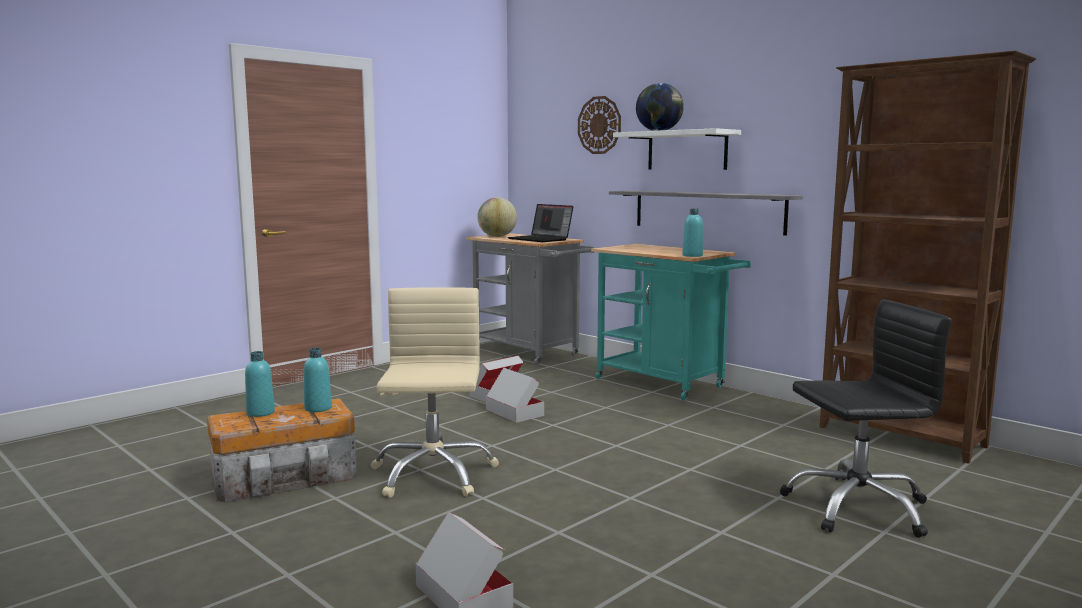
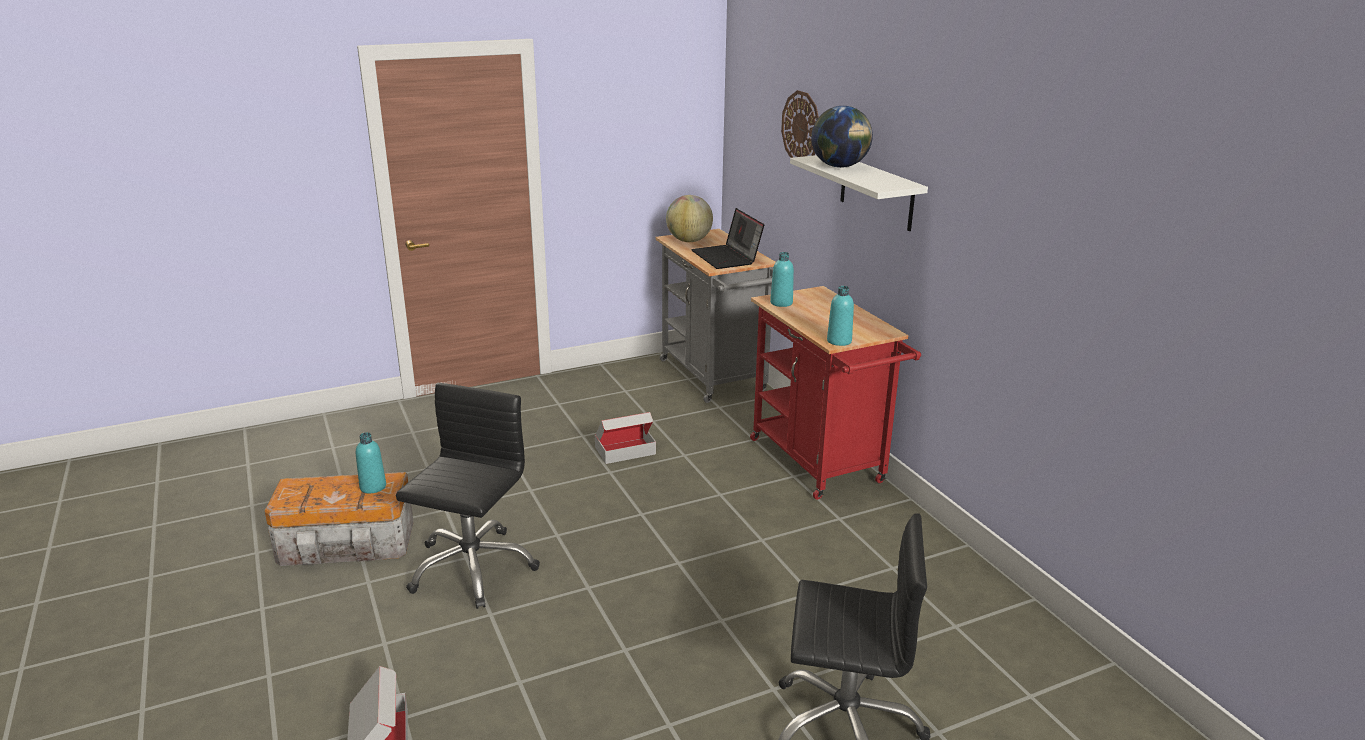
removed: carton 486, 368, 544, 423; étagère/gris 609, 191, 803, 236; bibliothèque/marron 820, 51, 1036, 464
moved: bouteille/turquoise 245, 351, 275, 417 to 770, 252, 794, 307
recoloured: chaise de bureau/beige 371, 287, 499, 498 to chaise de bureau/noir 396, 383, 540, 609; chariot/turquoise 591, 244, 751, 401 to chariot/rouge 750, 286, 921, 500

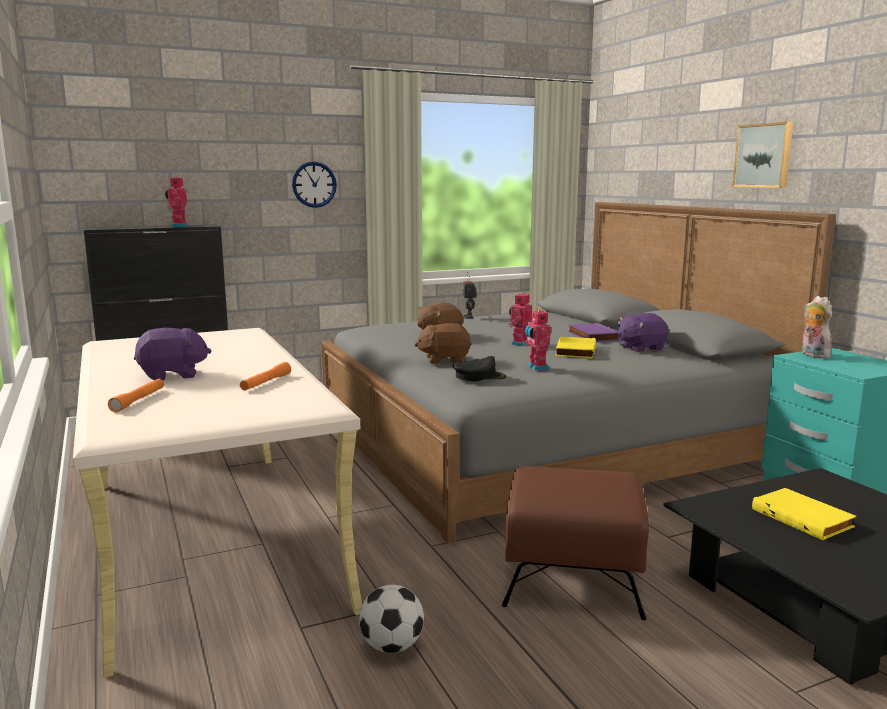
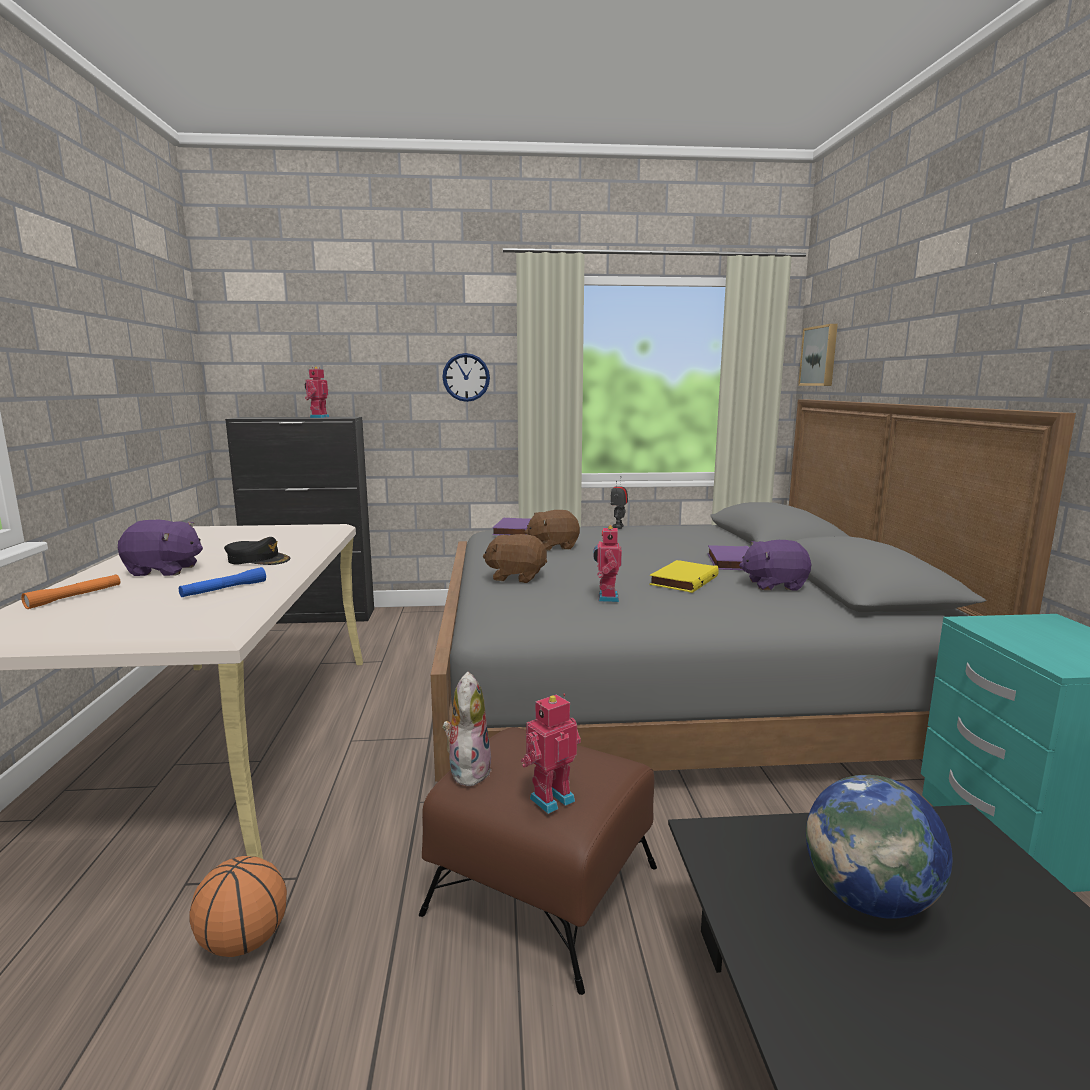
added: livre/violet 492, 518, 531, 535
moved: casquette/noir 453, 356, 506, 381 to 224, 537, 290, 565; robot jouet 509, 292, 532, 346 to 521, 694, 581, 814; tableau 733, 122, 793, 188 to 798, 324, 838, 386; peluche 801, 296, 832, 359 to 443, 672, 491, 787
replaced: ballon de foot 359, 585, 424, 653 to ballon de basket 189, 856, 287, 957; livre/jaune 752, 488, 856, 540 to globe 806, 775, 952, 919
recoloured: lampe de poche/orange 240, 362, 291, 391 to lampe de poche/bleu 179, 567, 266, 597

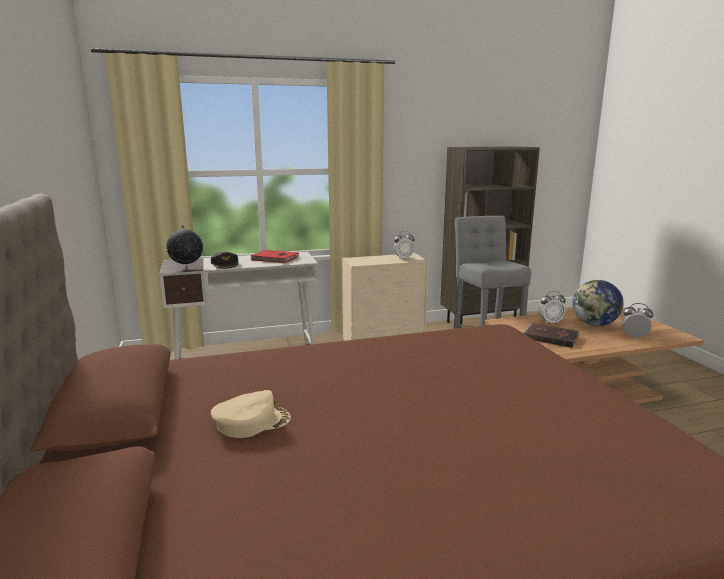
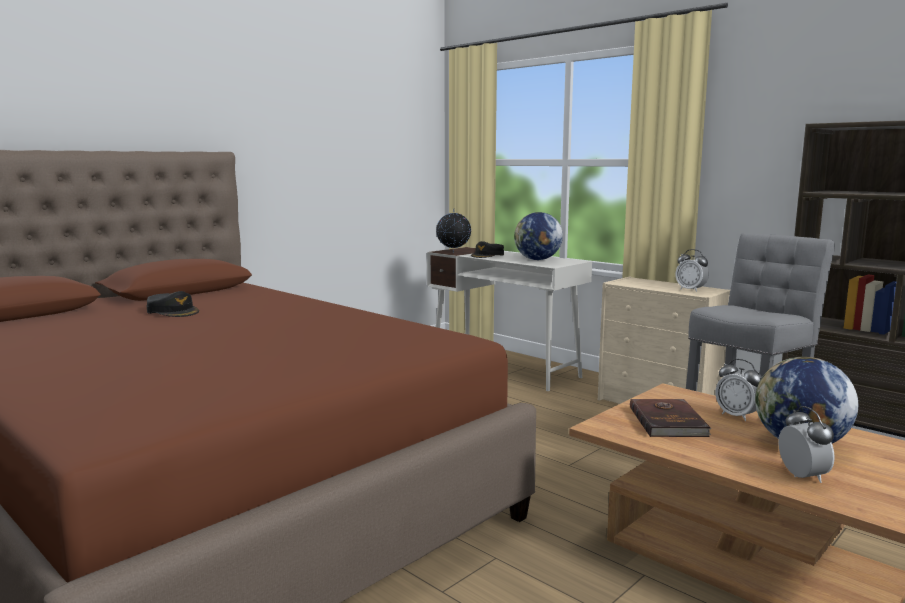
replaced: livre/rouge 250, 250, 299, 263 to globe 514, 212, 563, 260
recoloured: casquette/beige 211, 390, 291, 438 to casquette/noir 146, 291, 199, 317

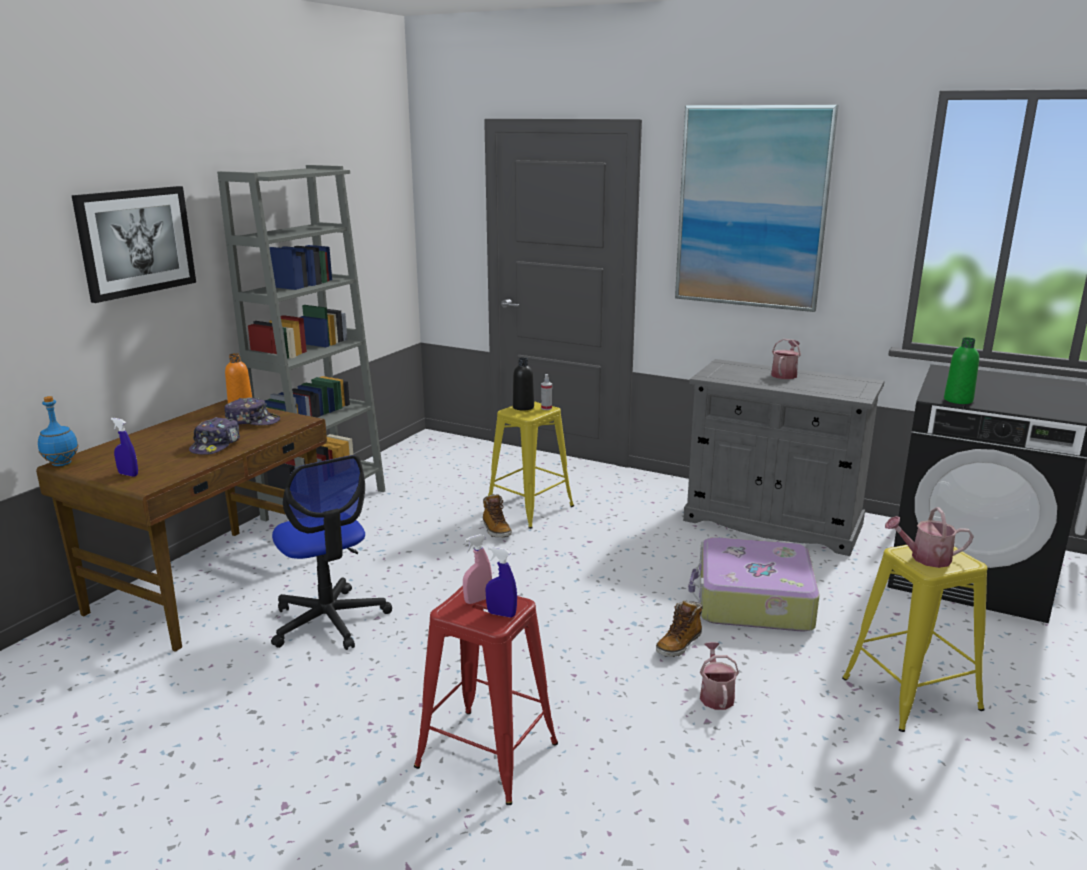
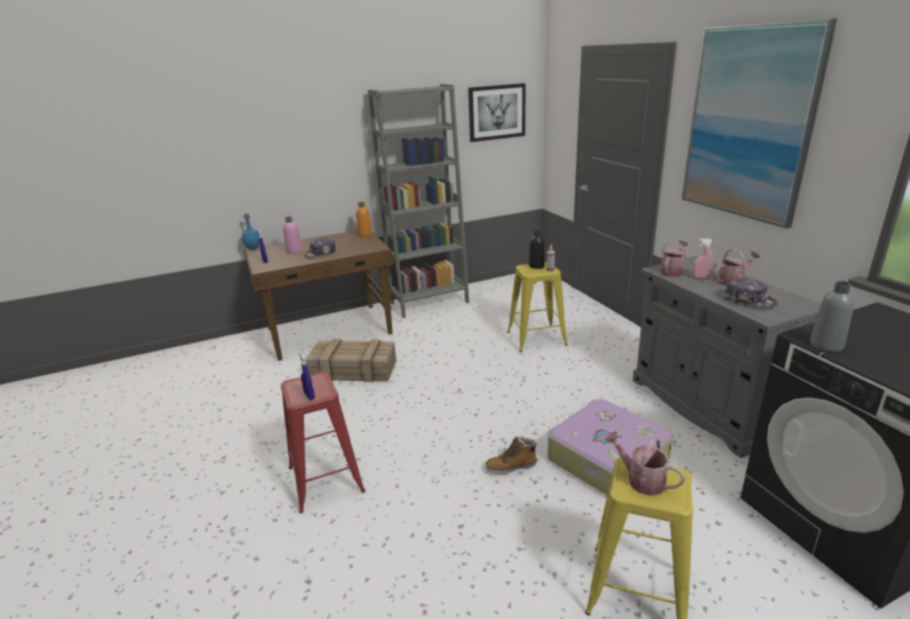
removed: botte 483, 494, 512, 537
added: bouteille/rose 283, 216, 302, 254
moved: tableau 72, 186, 196, 303 to 468, 83, 525, 142; casquette 225, 398, 280, 425 to 724, 278, 777, 309; vaporisateur/rose 463, 534, 492, 604 to 692, 239, 713, 278; arrosoir 700, 642, 739, 710 to 660, 241, 688, 277
replaced: chaise de bureau 271, 455, 392, 650 to caisse 305, 339, 396, 382
recoloured: bouteille/vert 944, 337, 979, 404 to bouteille/gris 810, 281, 854, 352

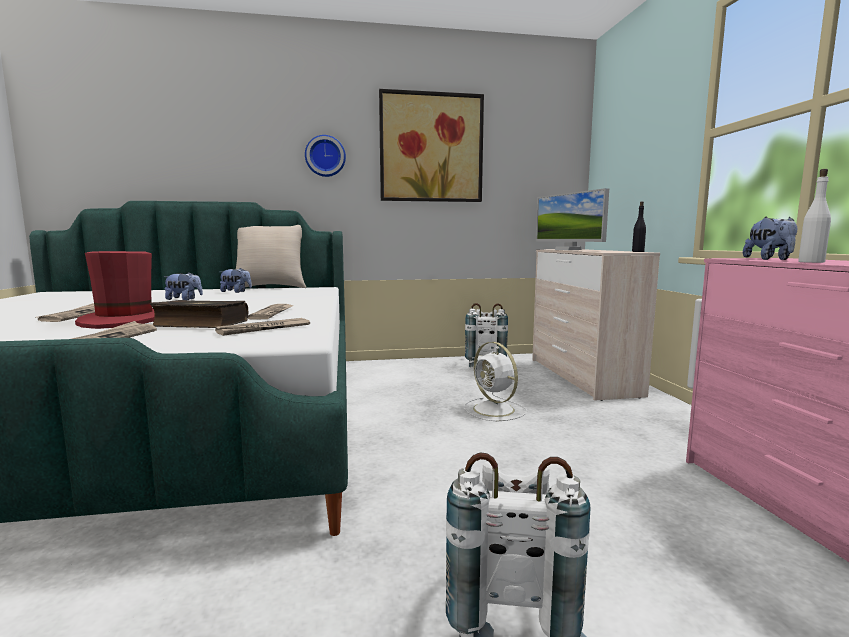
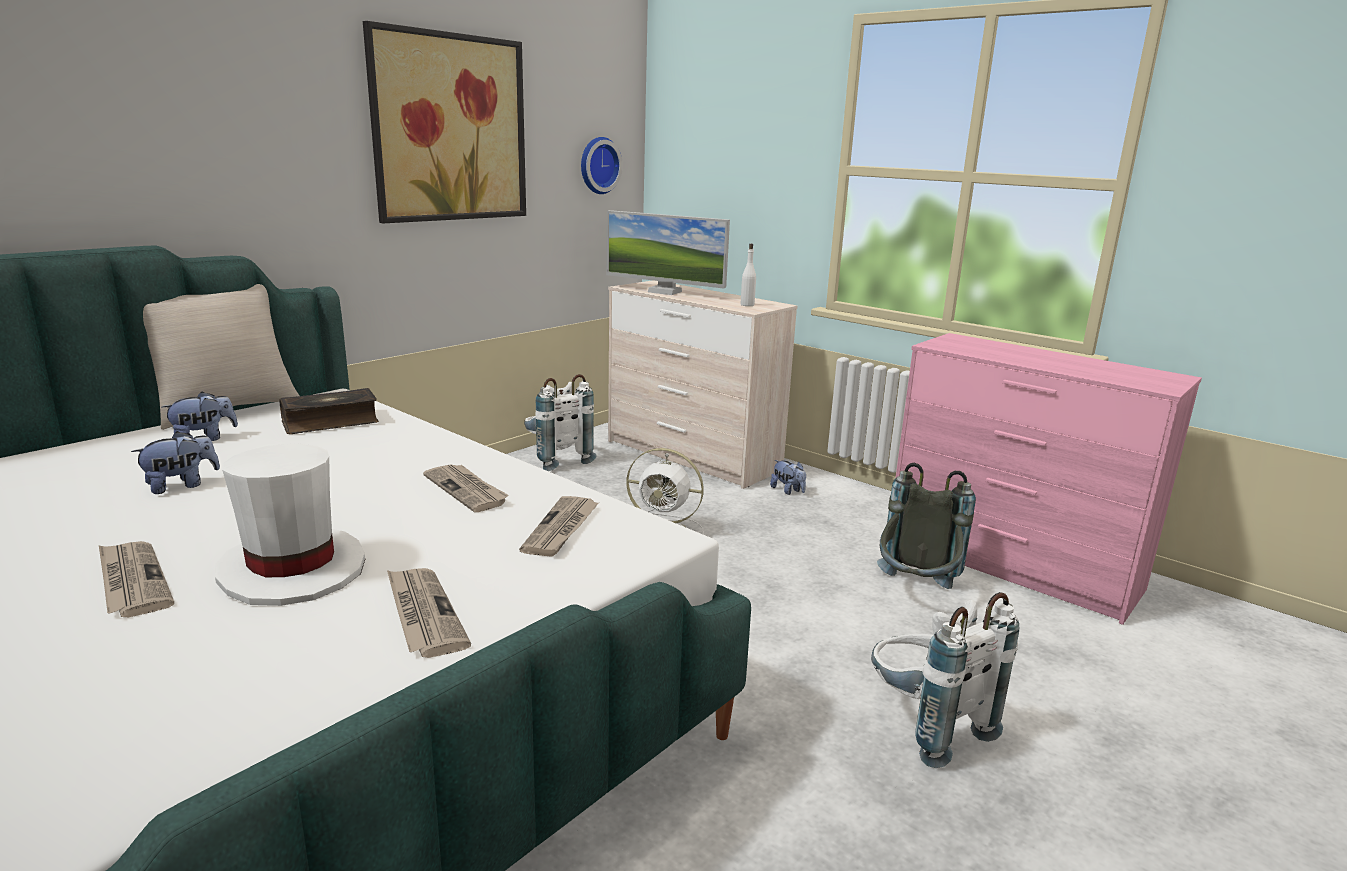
removed: bouteille/noir 632, 201, 646, 252
added: sac à dos/gris 877, 463, 976, 589
moved: livre 150, 300, 248, 328 to 279, 388, 379, 434; horloge murale 305, 135, 346, 177 to 581, 137, 623, 194; peluche 743, 217, 798, 260 to 770, 460, 806, 495; bouteille/blanc 798, 169, 831, 263 to 740, 244, 756, 306
recoloured: chapeau/rouge 75, 251, 155, 329 to chapeau/blanc 215, 443, 365, 606

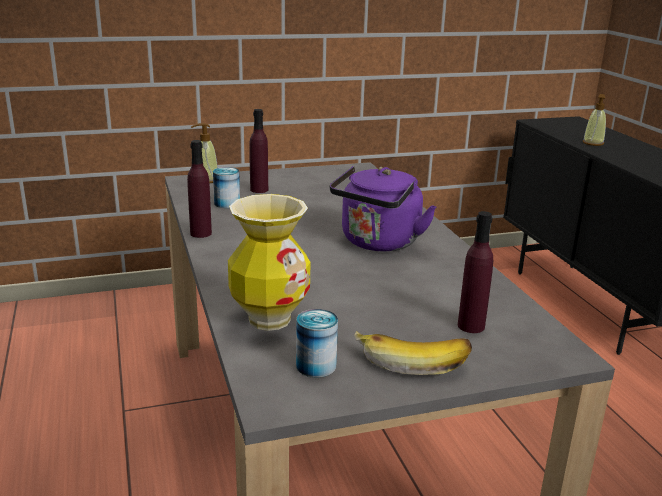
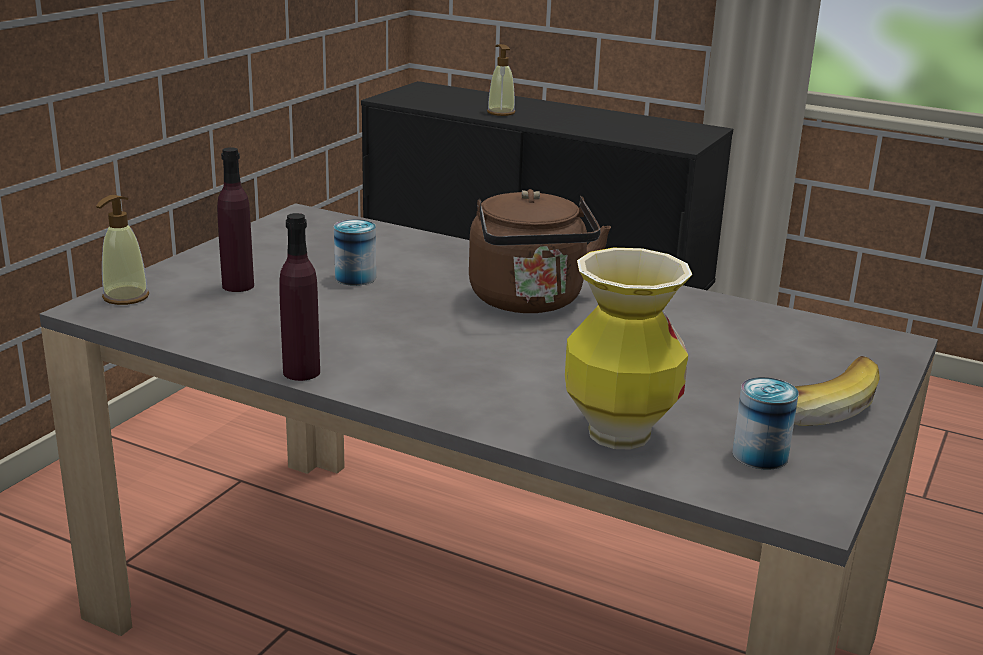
removed: bouteille/violet 458, 211, 493, 333
moved: boîte métallique 213, 167, 240, 208 to 334, 219, 376, 286
recoloured: bouilloire/violet 330, 166, 436, 252 to bouilloire/marron 469, 189, 611, 313

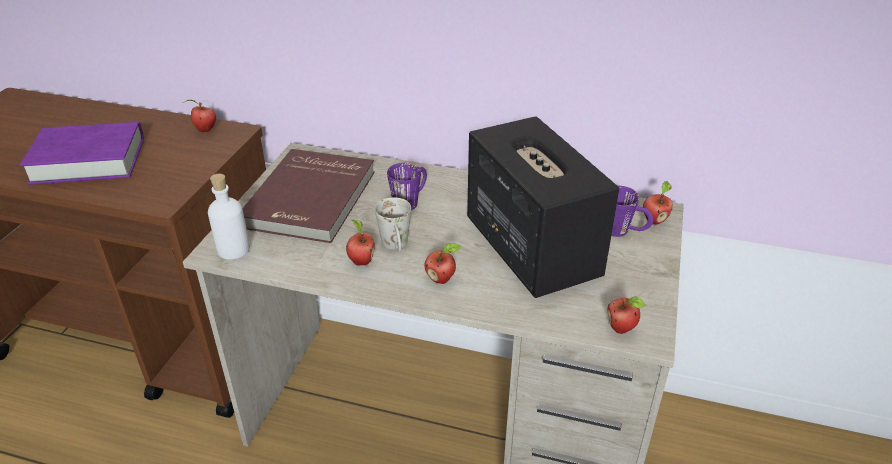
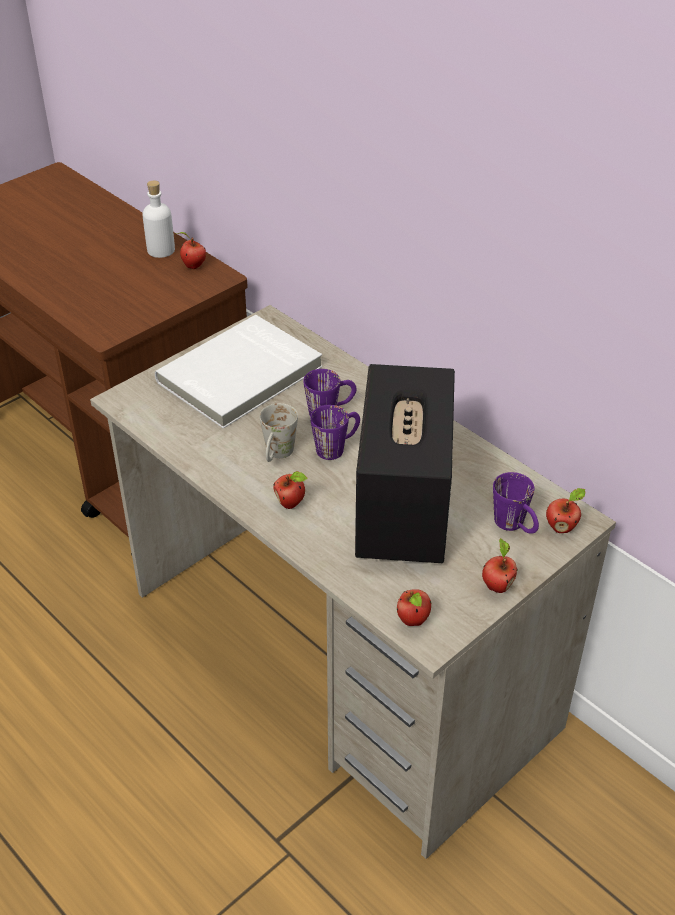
removed: livre/violet 20, 122, 144, 185
added: mug/violet 310, 405, 360, 460
moved: bouteille/blanc 208, 174, 250, 260 to 142, 181, 175, 258; pomme 346, 219, 375, 265 to 482, 538, 517, 593
recoloured: livre/rouge 242, 149, 375, 243 to livre/blanc 155, 315, 322, 429

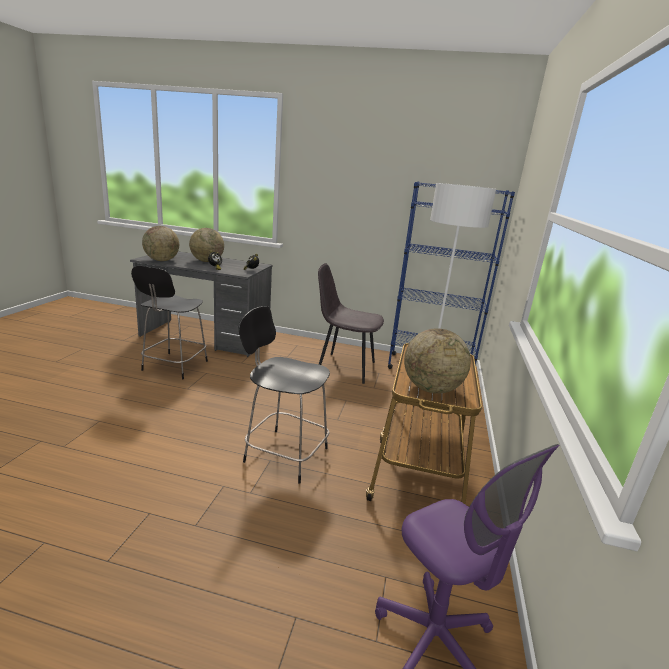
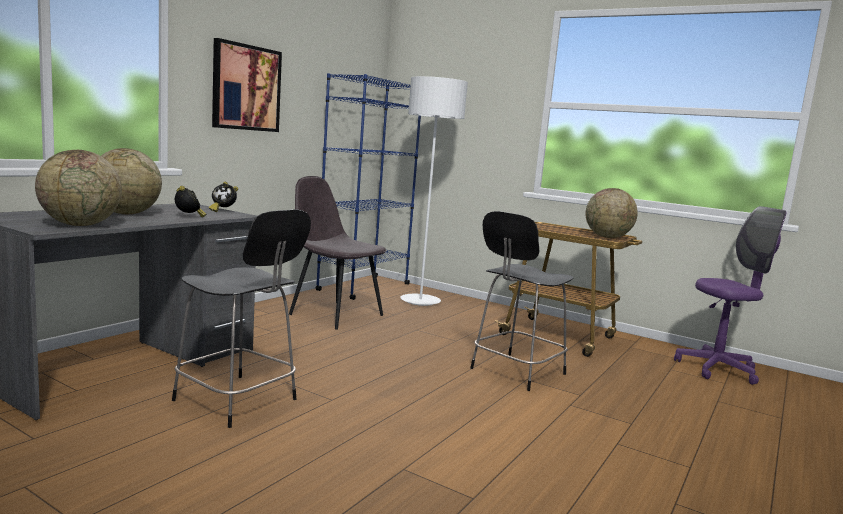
added: tableau 212, 38, 282, 132
turned: chaise/gris 318, 263, 384, 384 = 289, 176, 386, 330 90 degrees clockwise

